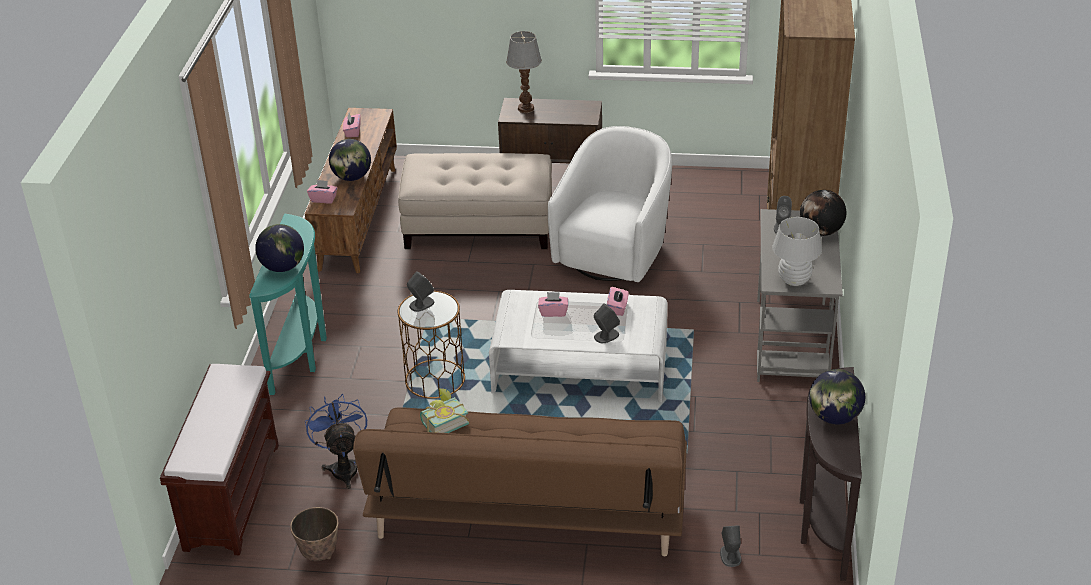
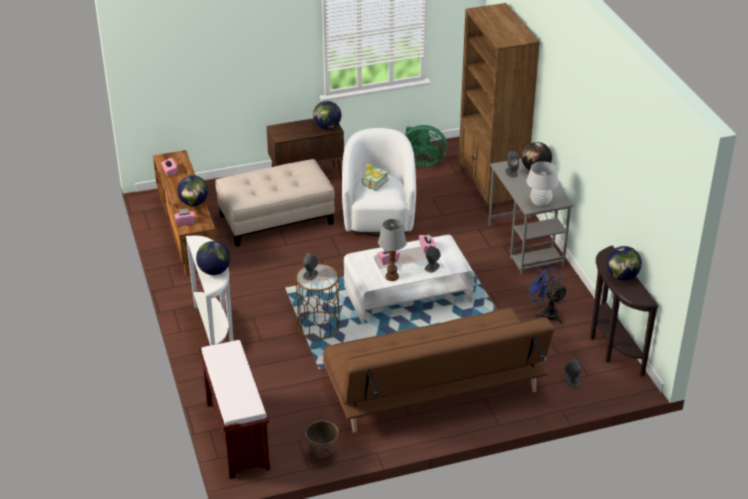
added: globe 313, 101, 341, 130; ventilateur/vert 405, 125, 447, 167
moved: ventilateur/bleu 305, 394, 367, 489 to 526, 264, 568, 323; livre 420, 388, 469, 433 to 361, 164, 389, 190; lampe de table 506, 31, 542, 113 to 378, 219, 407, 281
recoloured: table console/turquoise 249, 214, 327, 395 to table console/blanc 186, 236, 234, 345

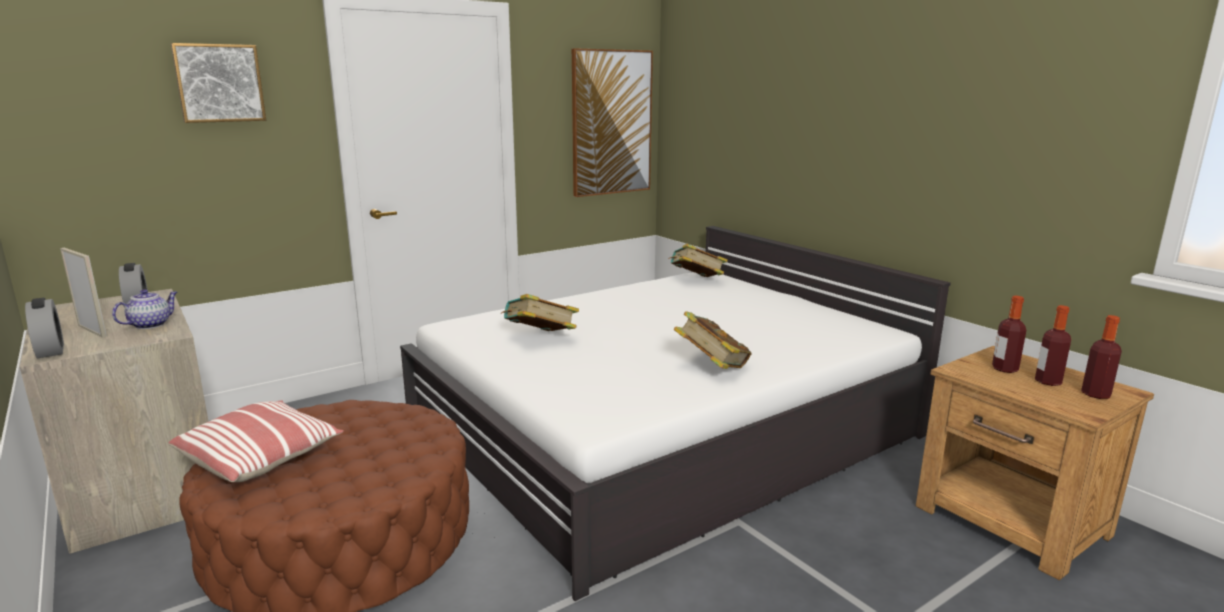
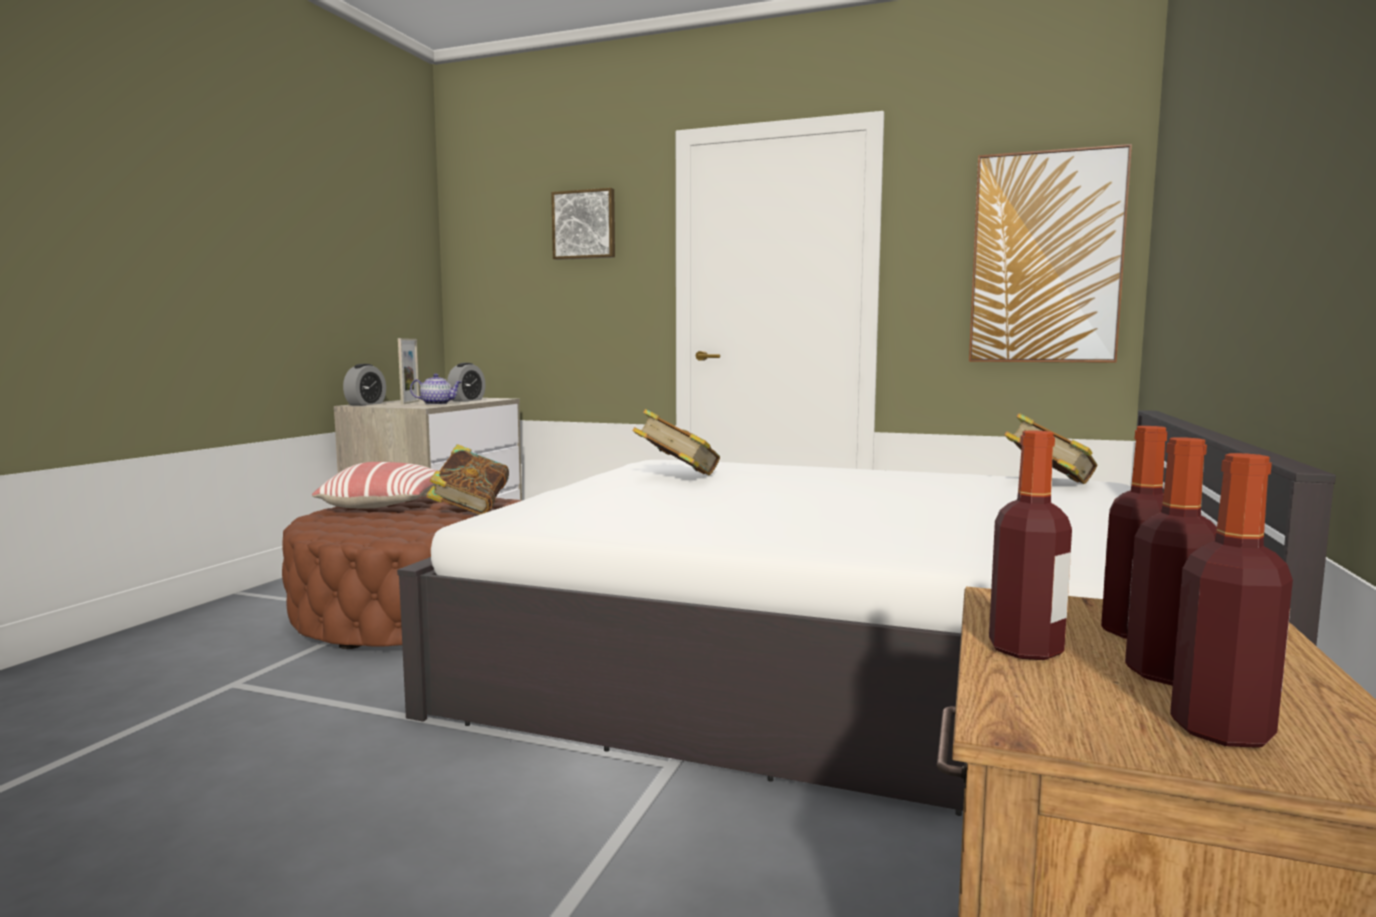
added: bouteille 989, 430, 1072, 660
moved: livre 674, 311, 752, 369 to 426, 444, 509, 515

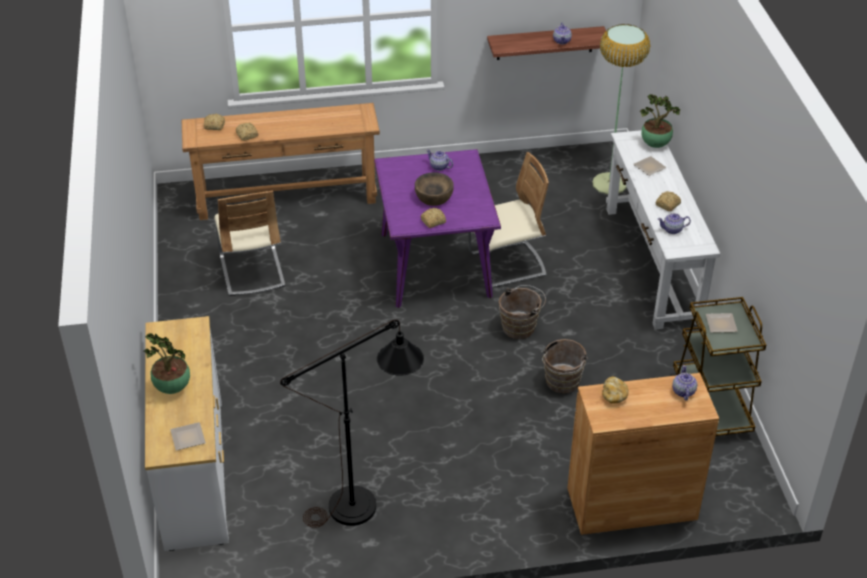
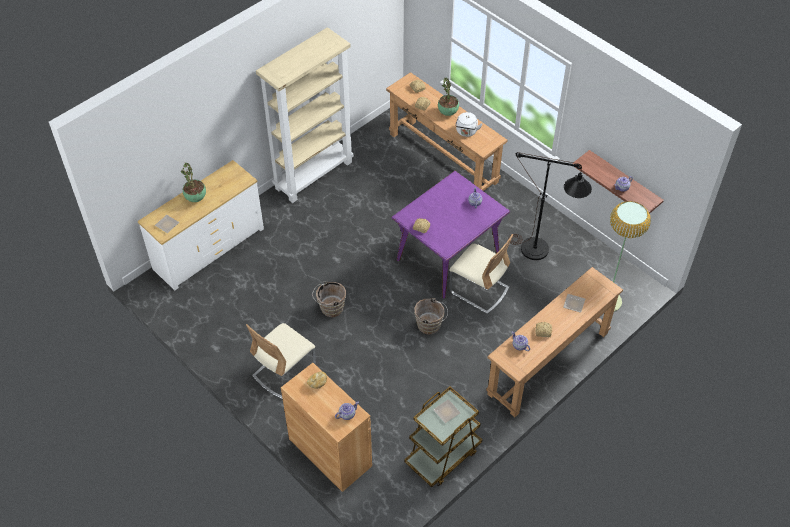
removed: bol/marron 415, 172, 454, 206
added: bibliothèque/beige 256, 27, 354, 203; bouilloire/blanc 455, 112, 483, 137
moved: chaise/beige 214, 191, 285, 296 to 246, 323, 316, 400; lampadaire/noir 280, 319, 424, 528 to 508, 152, 592, 260; seau/marron 541, 339, 588, 394 to 312, 281, 346, 317; plante en pot 640, 94, 680, 148 to 438, 78, 459, 116
recoloured: table console/blanc 606, 130, 721, 330 to table console/marron 486, 267, 623, 417

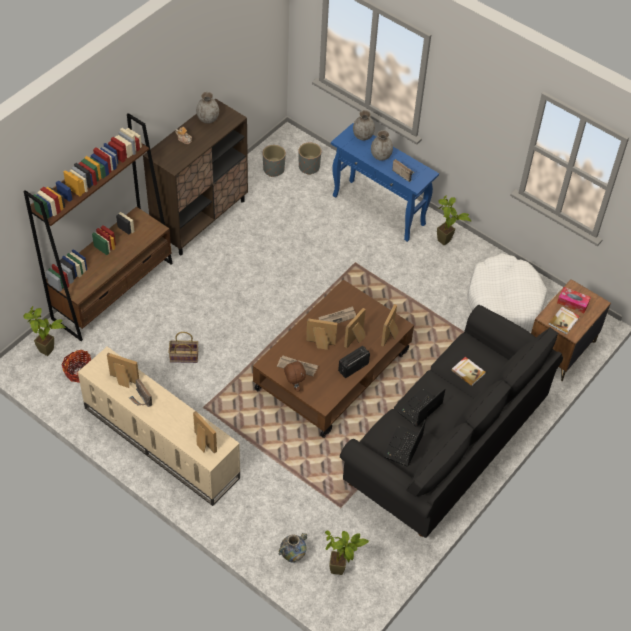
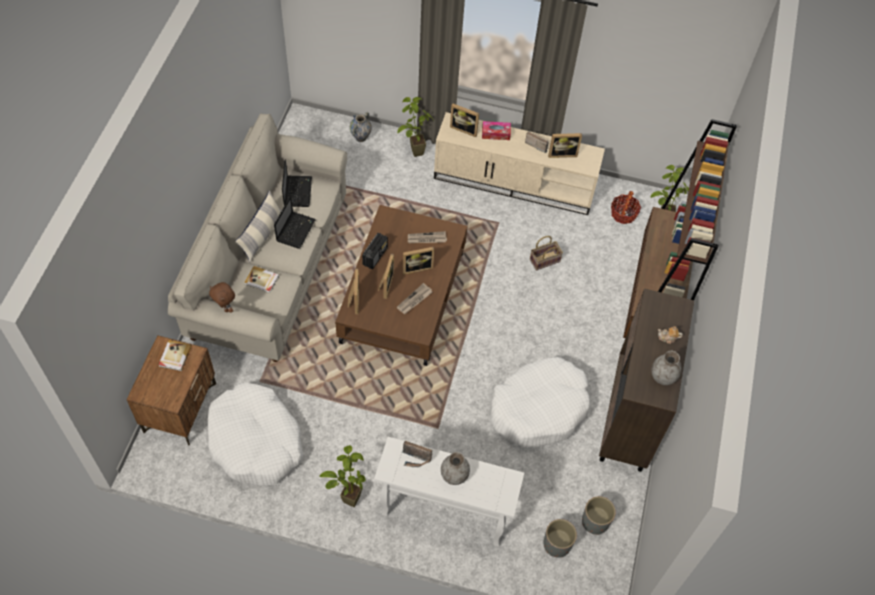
removed: vase/gris 353, 110, 375, 140
added: coussin 236, 190, 282, 263; panier pour chien/blanc 489, 357, 590, 447
moved: peluche/marron 284, 360, 306, 392 to 209, 282, 235, 313; plante en pot 325, 530, 369, 575 to 398, 97, 434, 157; boîte à mouchoirs 557, 287, 591, 313 to 482, 121, 511, 140
recoloured: table console/bleu 331, 123, 439, 242 to table console/blanc 374, 437, 524, 547; canapé/noir 340, 305, 563, 538 to canapé/beige 168, 113, 347, 362

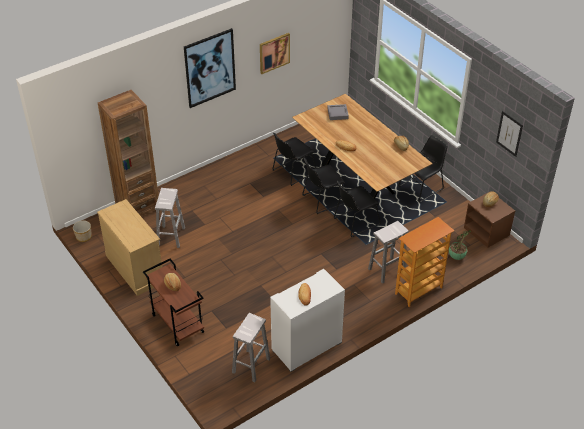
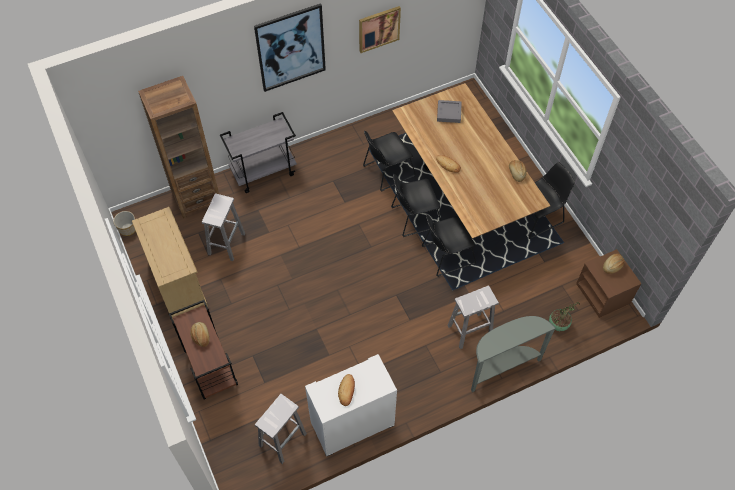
removed: tableau 496, 111, 523, 157
added: chariot/gris 220, 112, 297, 193
replaced: bibliothèque 395, 217, 454, 307 to table console/gris 471, 316, 556, 392

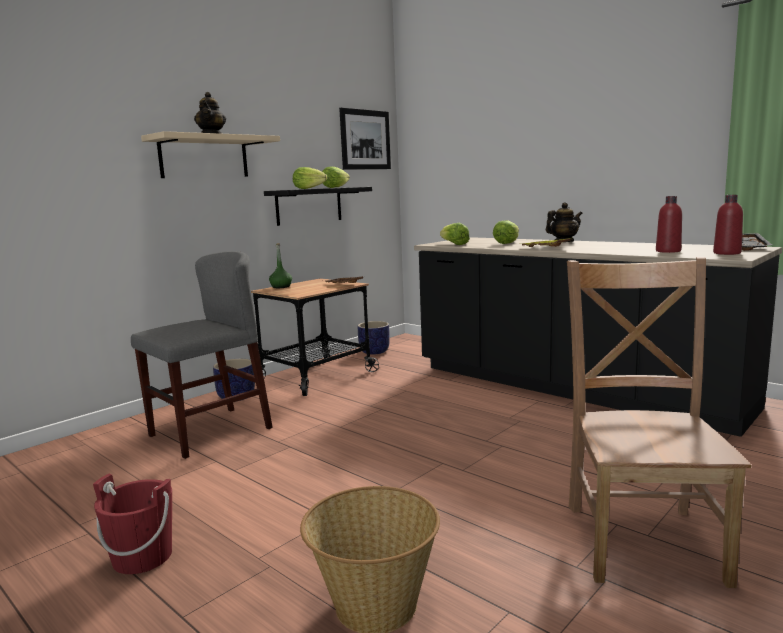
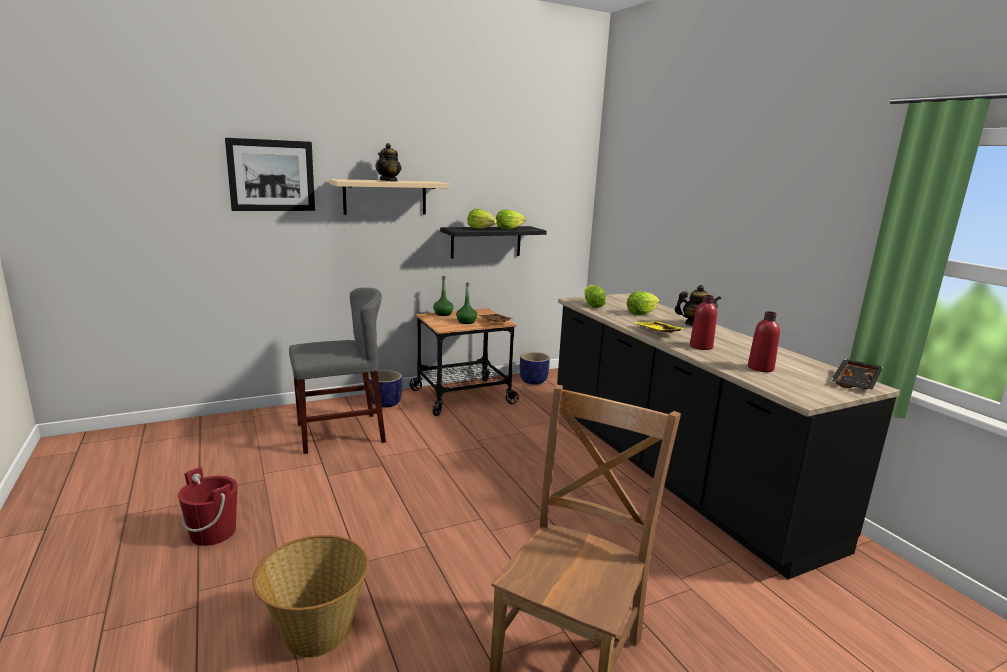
added: bouteille/vert 456, 282, 477, 324
moved: tableau 339, 108, 391, 170 to 225, 138, 315, 211; bouteille/rouge 713, 195, 743, 255 to 690, 295, 717, 350

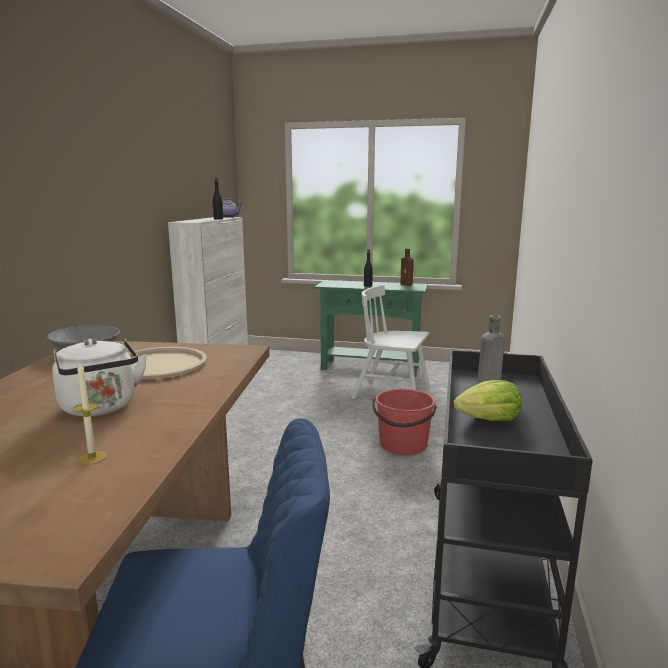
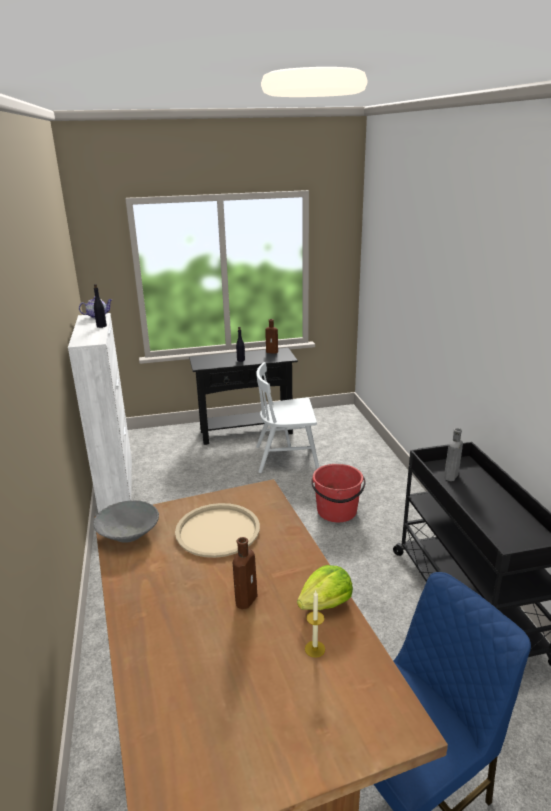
moved: laitue 453, 380, 522, 421 to 297, 565, 353, 610
replaced: bouilloire/blanc 52, 339, 147, 416 to bouteille/marron 233, 537, 257, 609
recoloured: table console/vert 314, 280, 428, 377 to table console/noir 189, 348, 298, 445

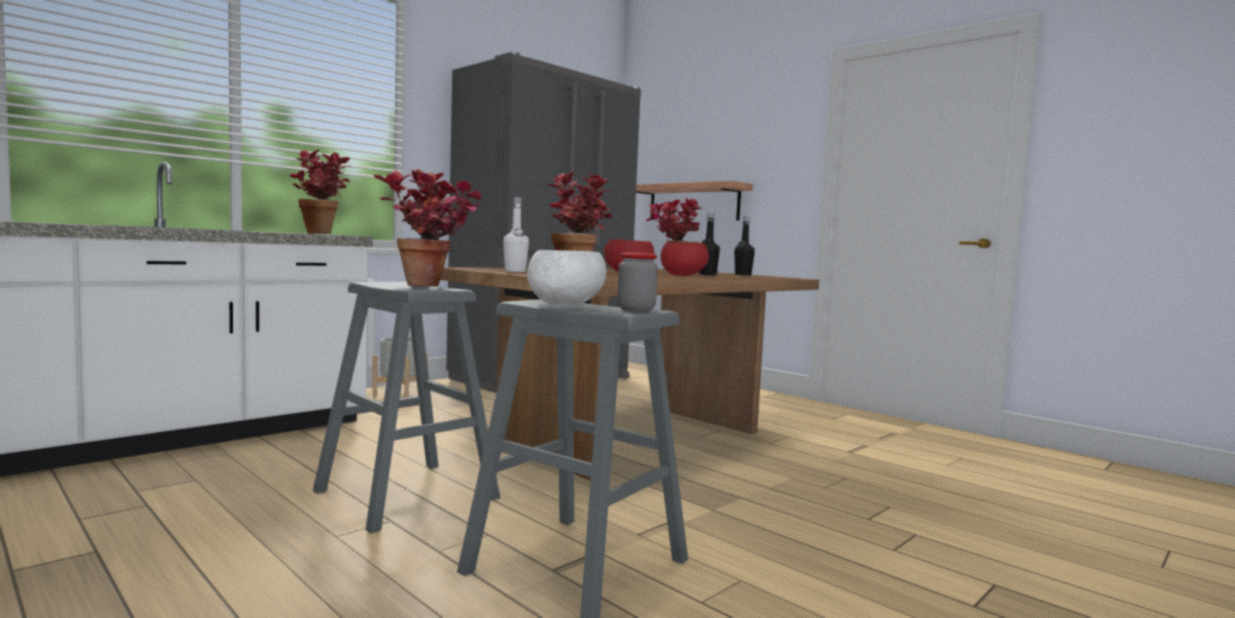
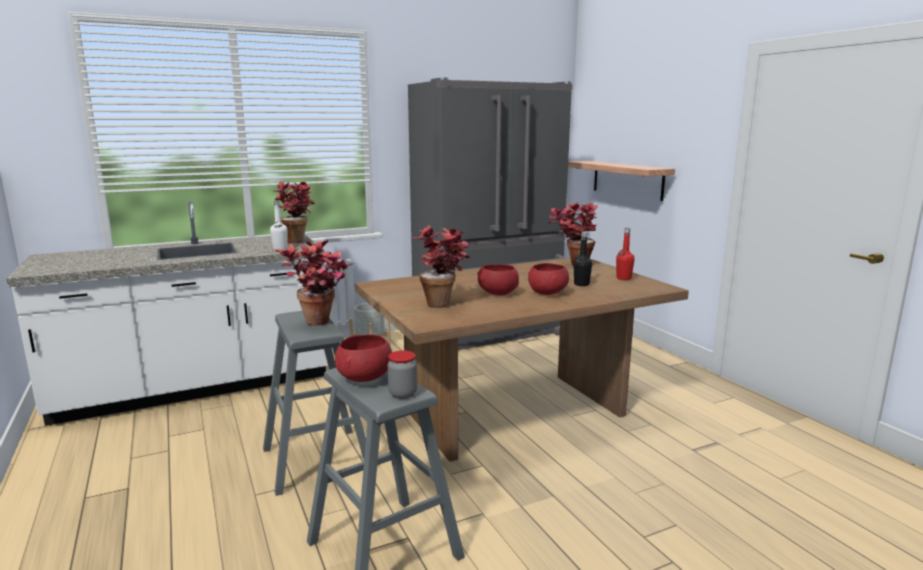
moved: bouteille/blanc 503, 197, 529, 272 to 270, 201, 287, 250
recoloured: bol/blanc 527, 250, 606, 305 to bol/rouge 335, 334, 392, 382; bouteille/noir 734, 217, 755, 275 to bouteille/rouge 616, 228, 635, 280

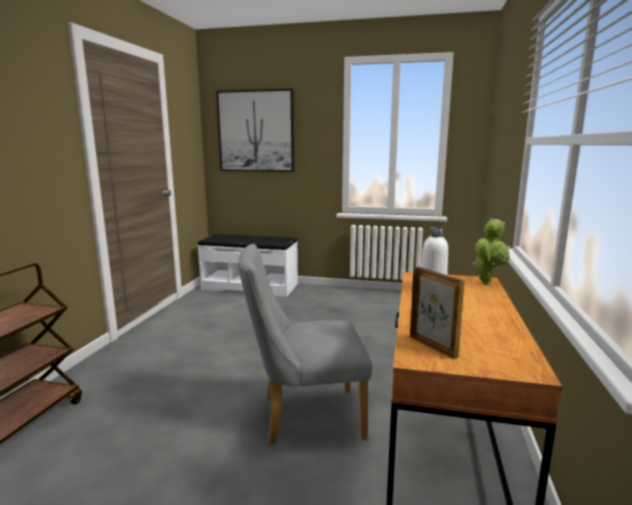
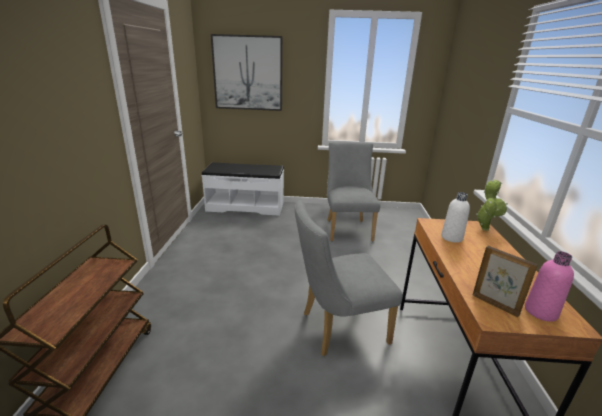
added: chaise/gris 327, 142, 380, 242; bouteille/rose 525, 251, 574, 322

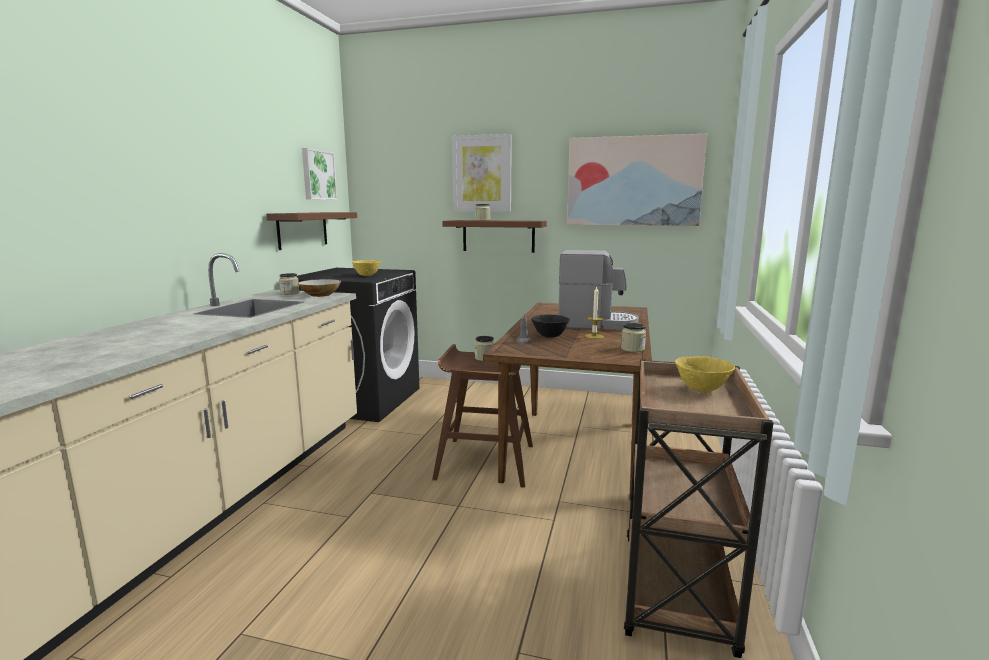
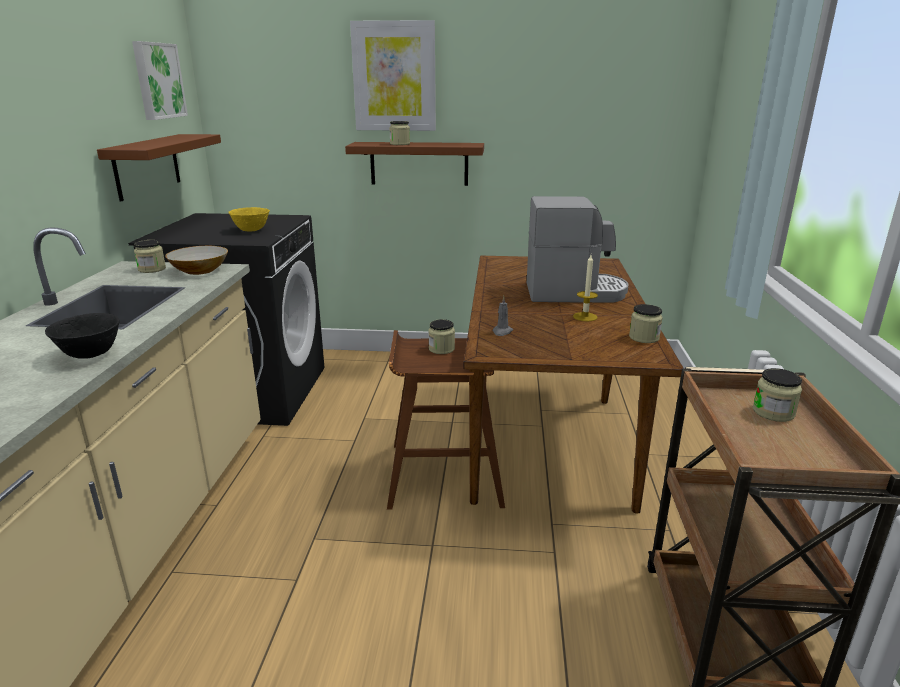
removed: tableau 567, 134, 707, 226
moved: bol/noir 532, 315, 570, 338 to 45, 313, 120, 358
replaced: bol/jaune 675, 356, 735, 392 to bocal 753, 368, 802, 422

